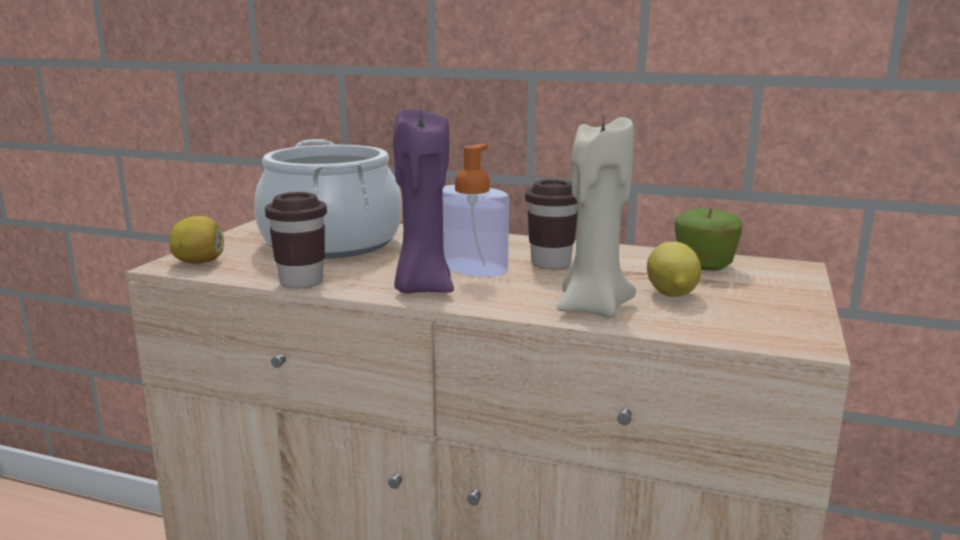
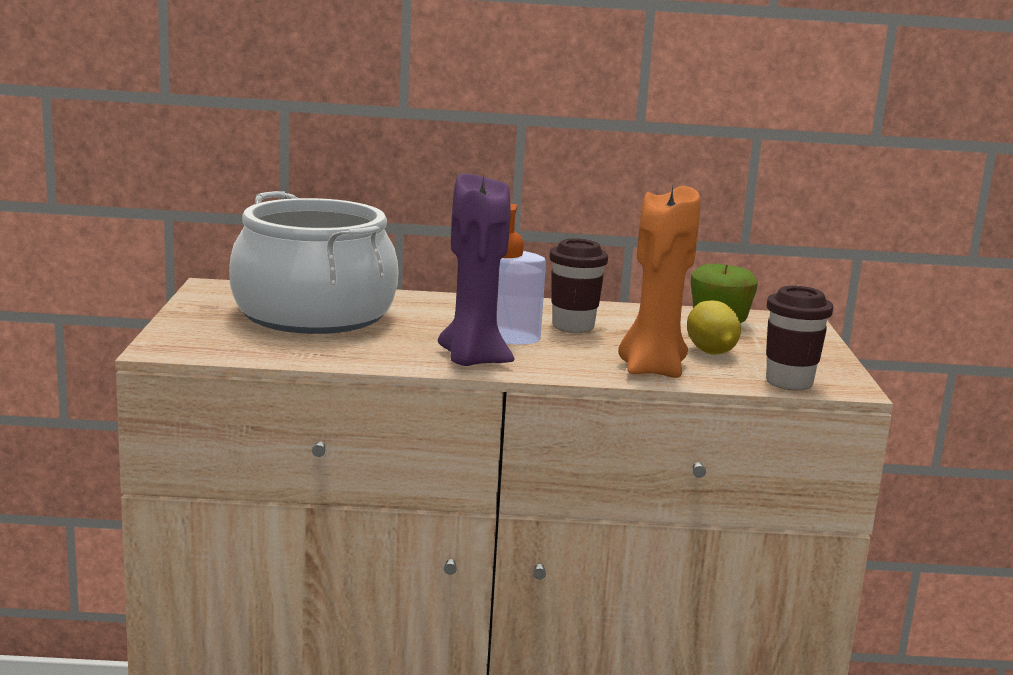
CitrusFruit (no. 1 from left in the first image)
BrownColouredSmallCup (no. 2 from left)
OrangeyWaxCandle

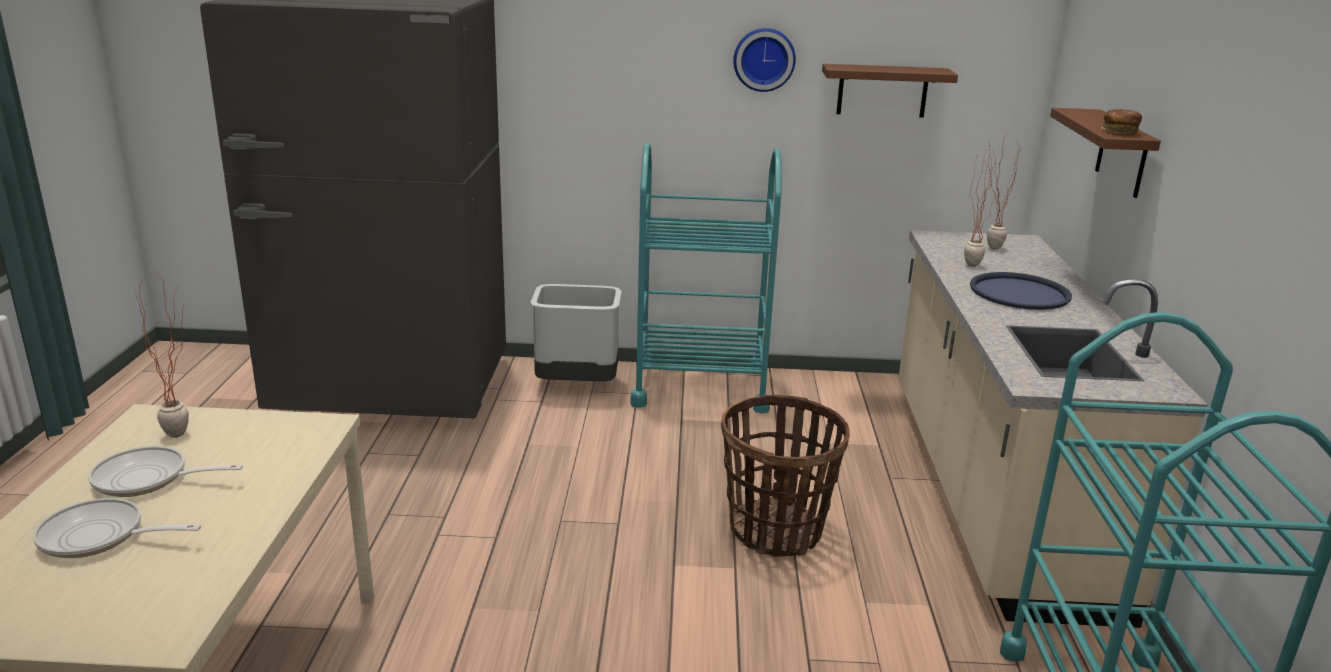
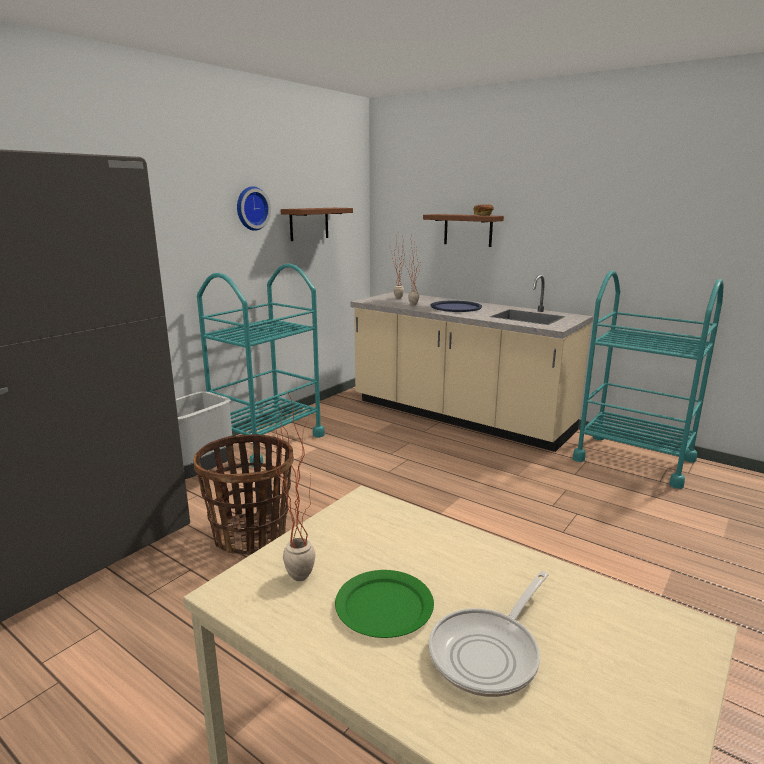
GreenishDinnerPlate
Basket

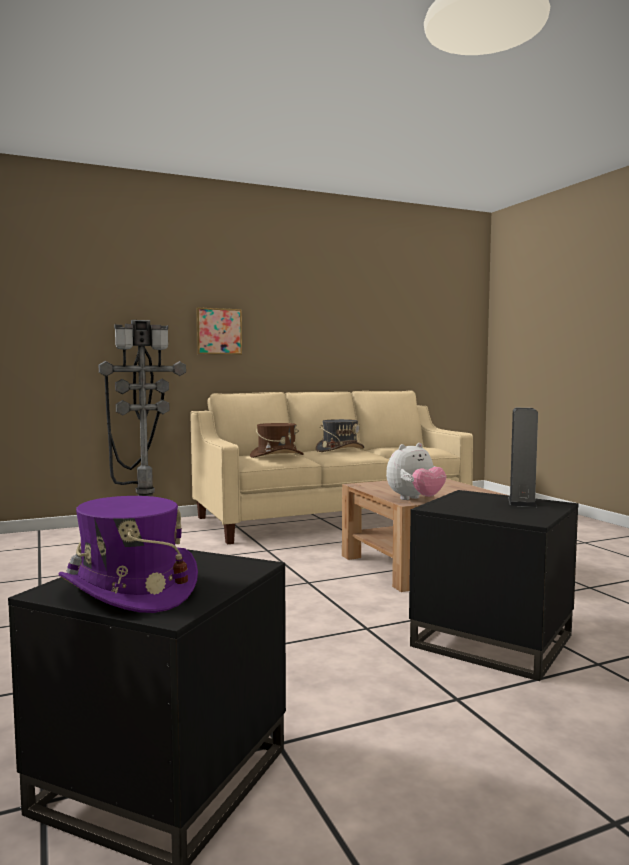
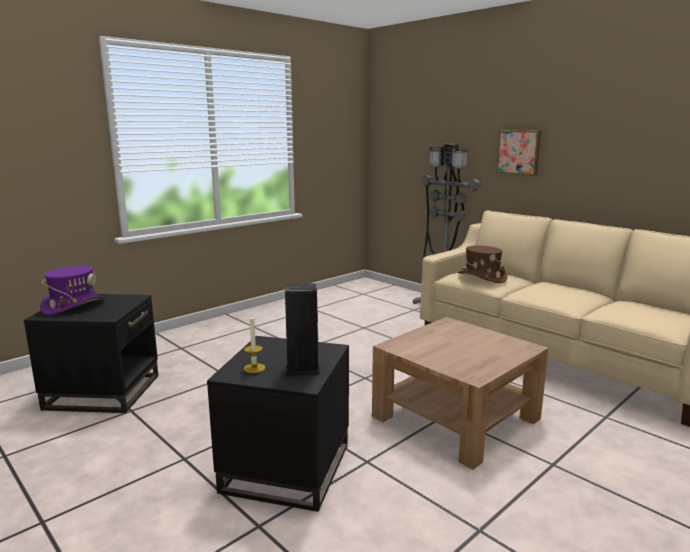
GrayClothingHat
SoftToy
WaxCandle

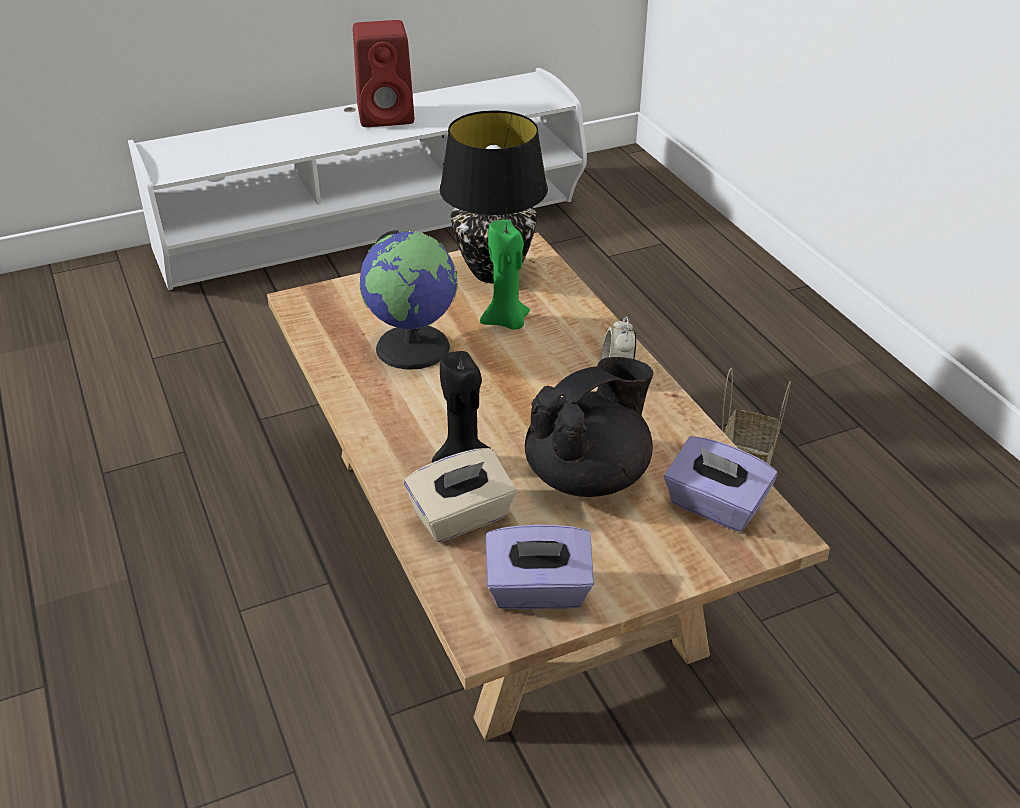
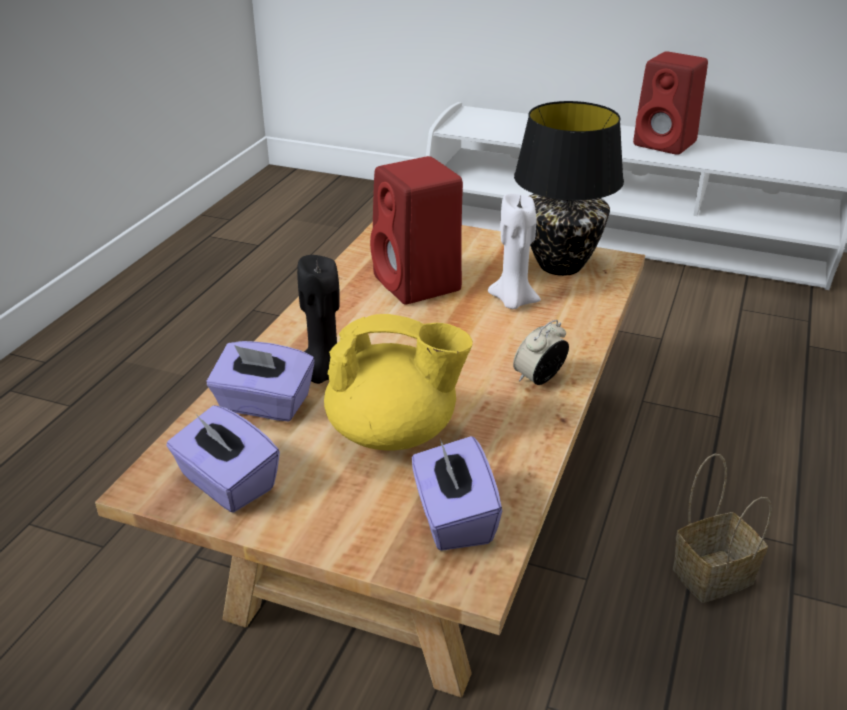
RedAudioSpeaker (no. 1 from left)
PurpleTissueBox (no. 2 from left)
WhiteColouredWaxCandle
YellowishTeaPot

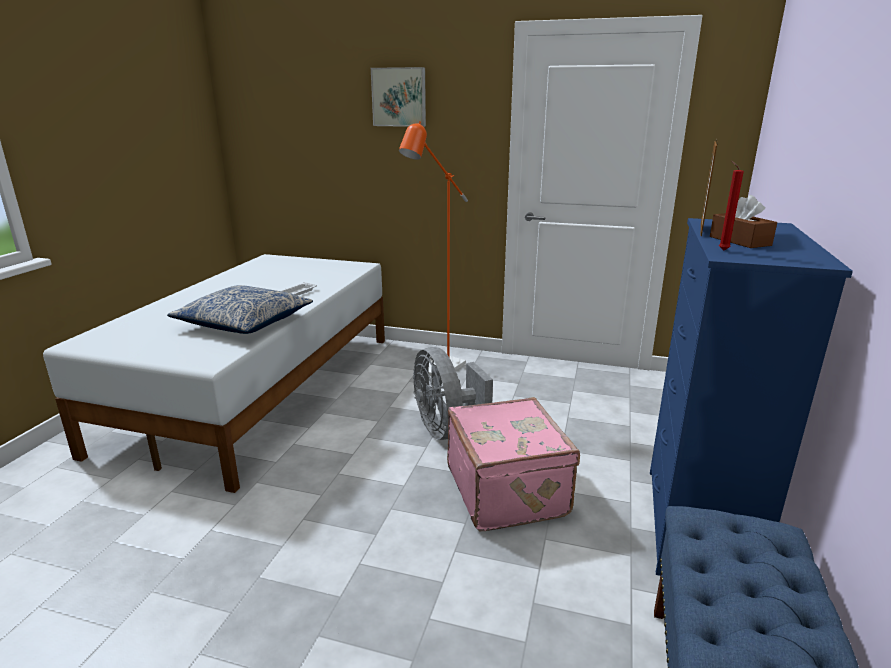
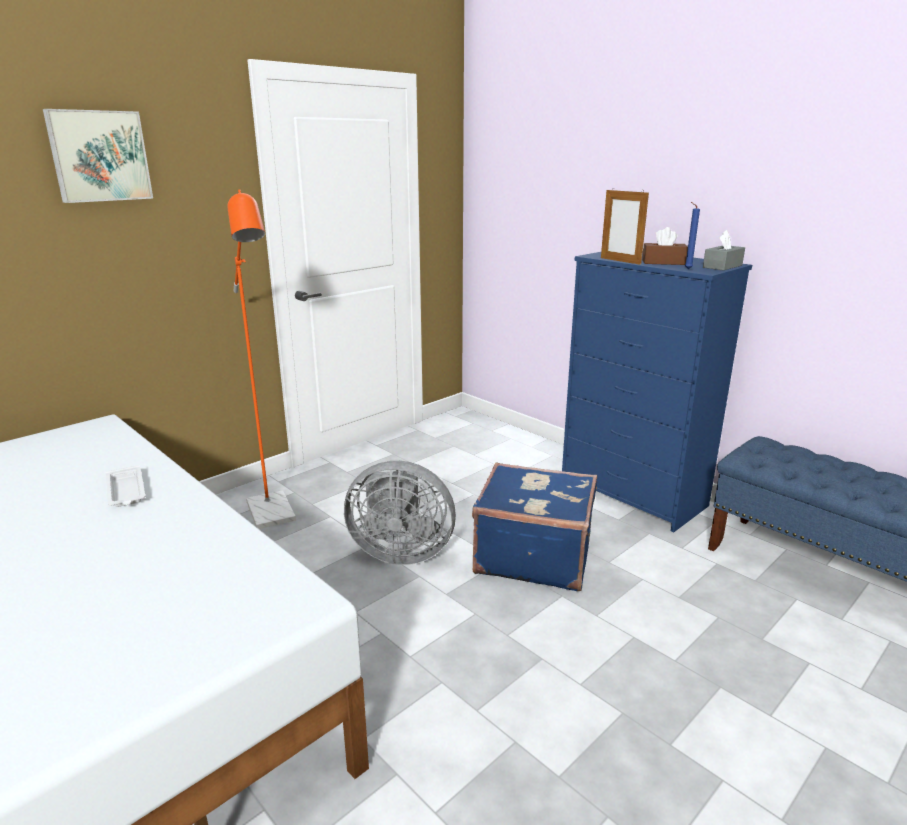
ThrowPillow
BluePieceOfLuggage
BlueWaxCandle
GrayTissueBox

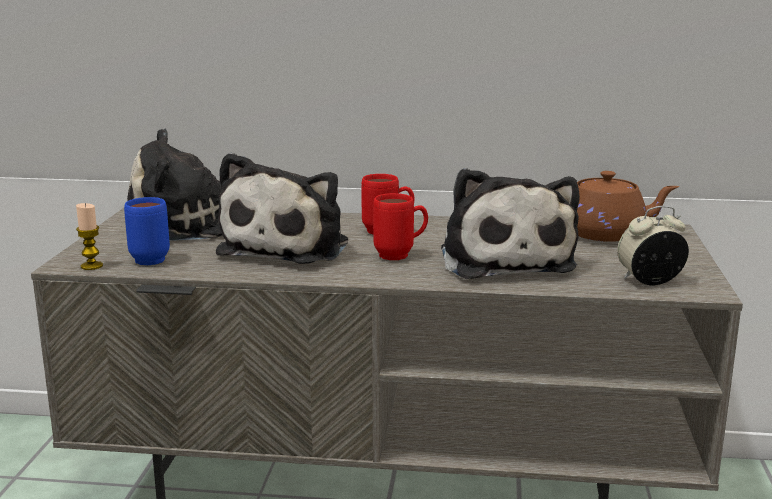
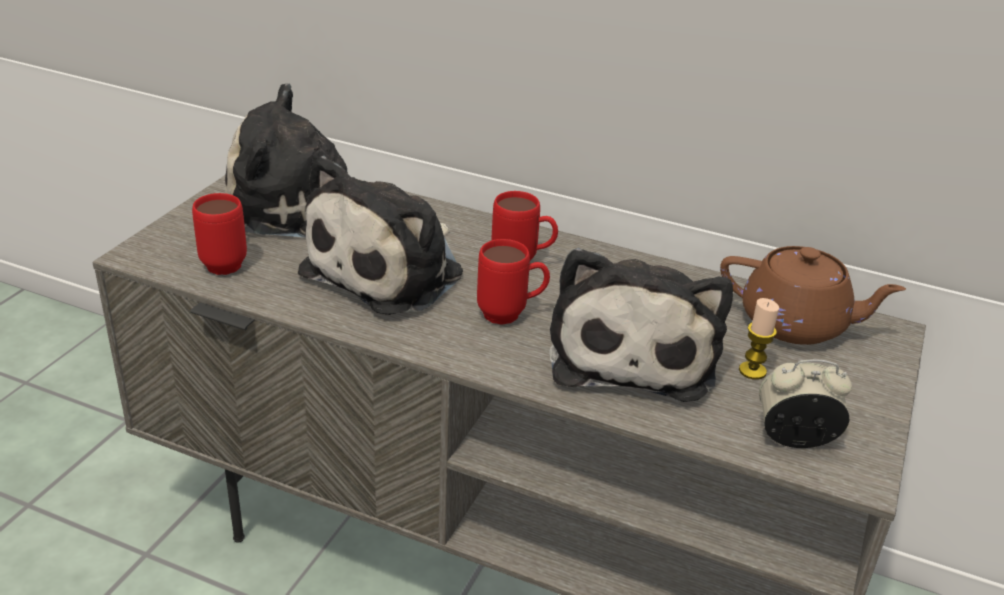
WaxCandle
RedCoffeeMug (no. 1 from left)

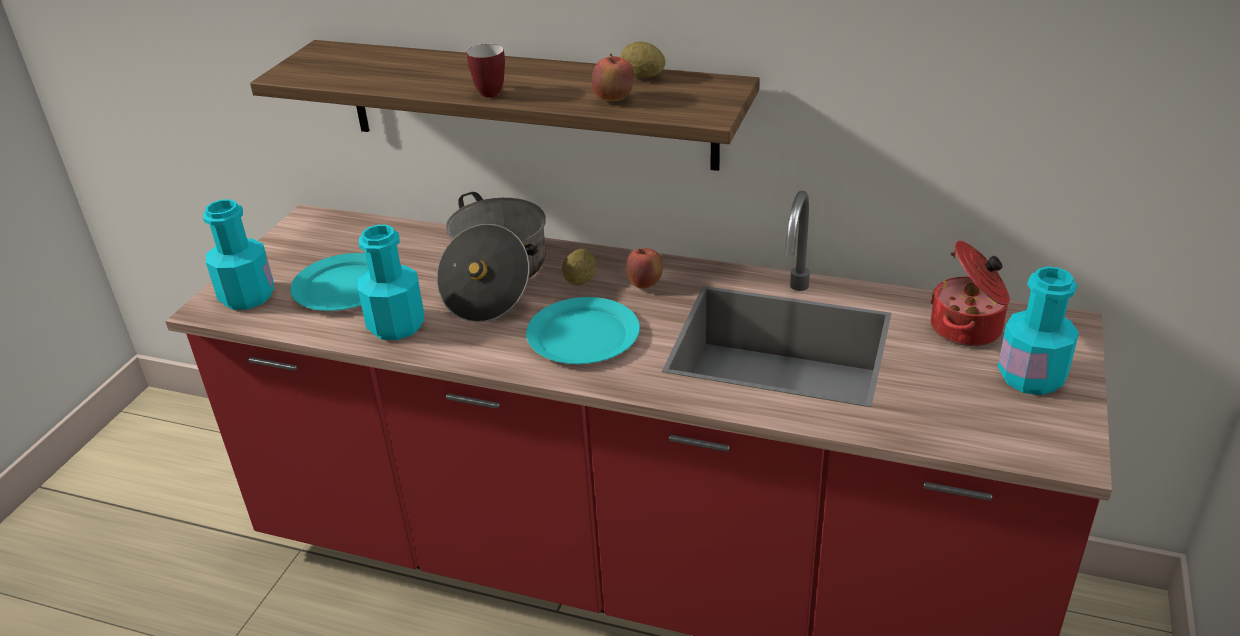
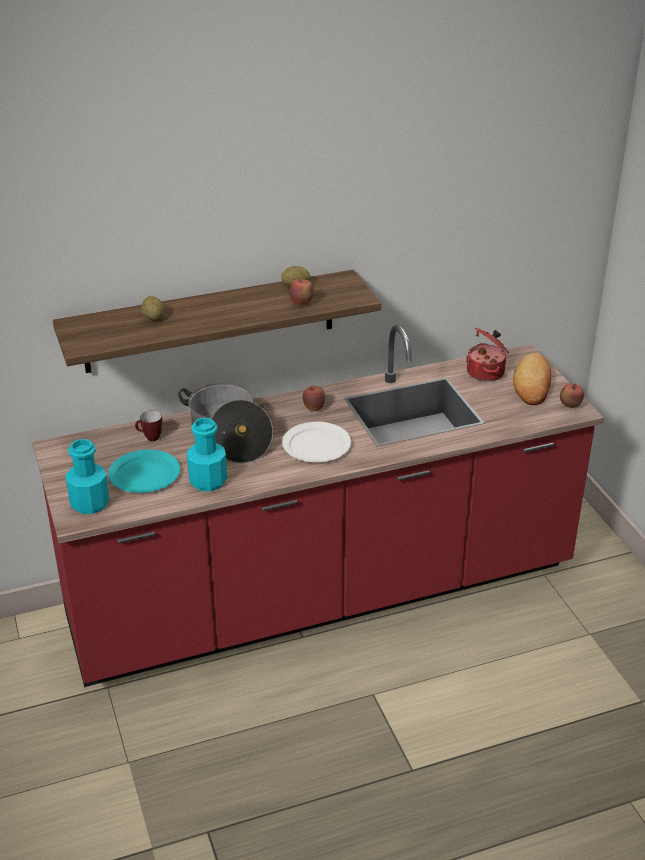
CoffeeMug
WhiteColouredDinnerPlate
Potato (no. 1 from left)
BakeryBread
Apple (no. 3 from left)

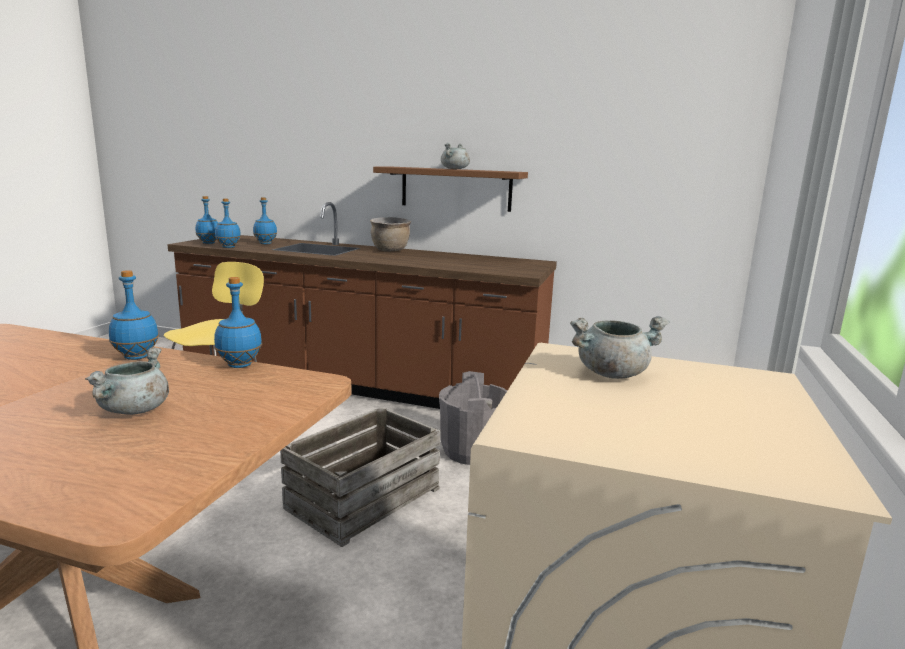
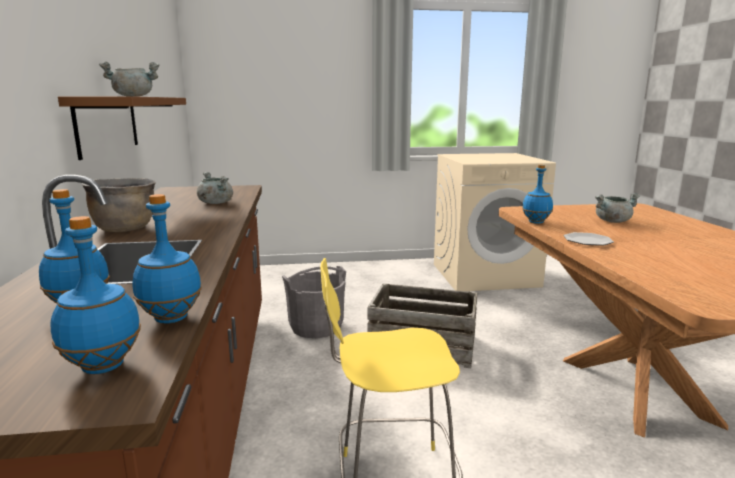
DinnerPlate
GraySaucepot (no. 2 from left)

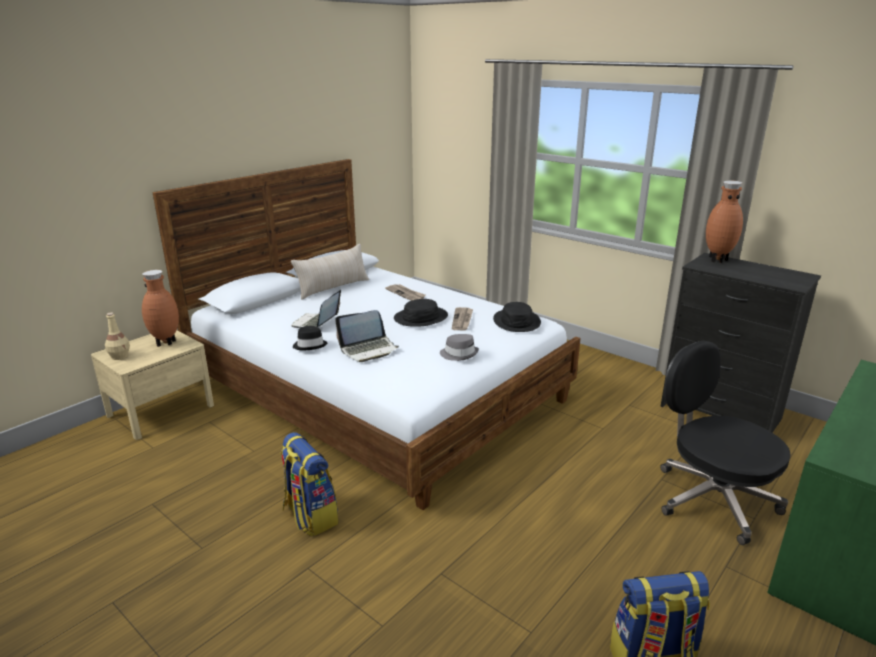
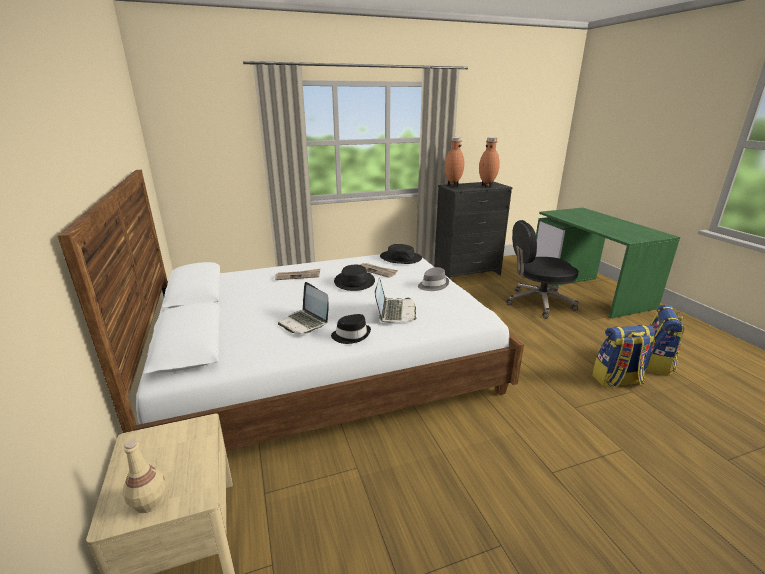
BrownColouredFlowerVase (no. 2 from left)
Knapsack (no. 1 from left)
BeigeColouredThrowPillow

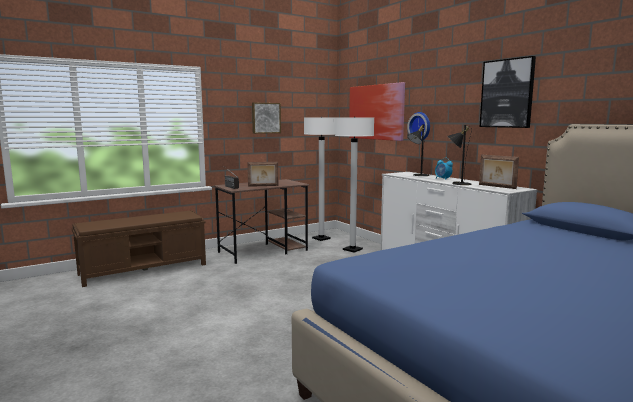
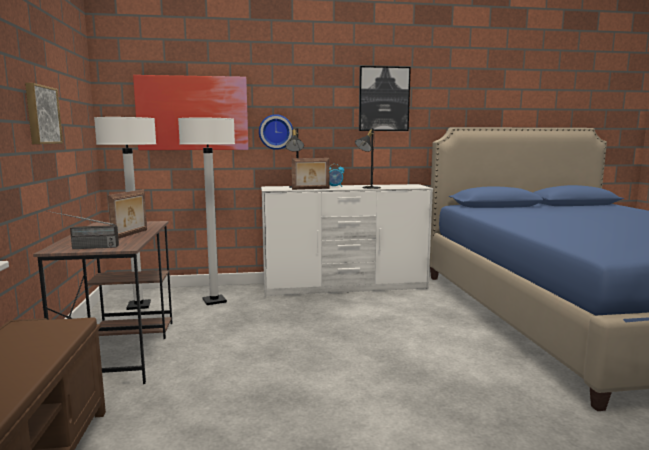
PictureFrame (no. 2 from left)

